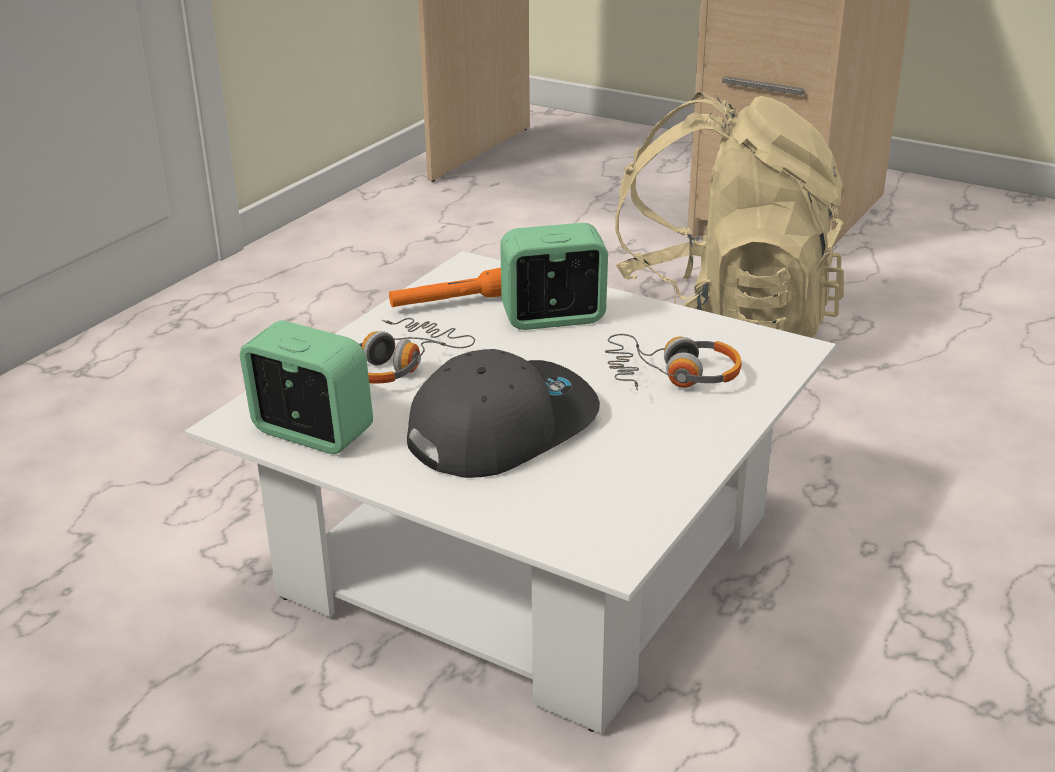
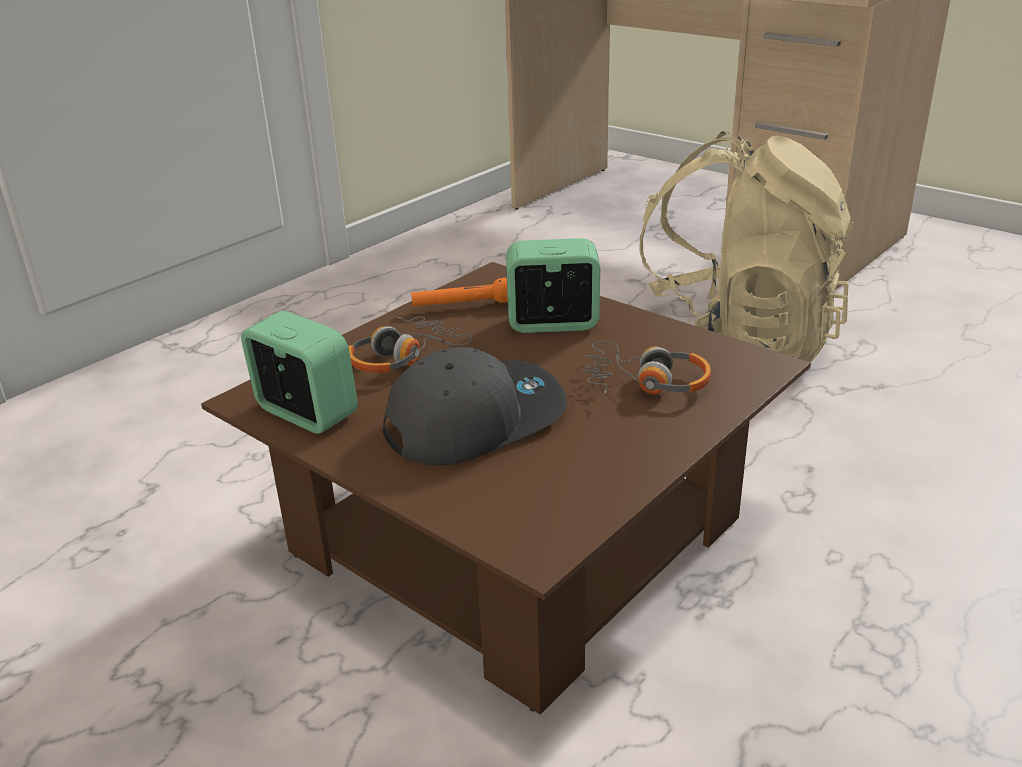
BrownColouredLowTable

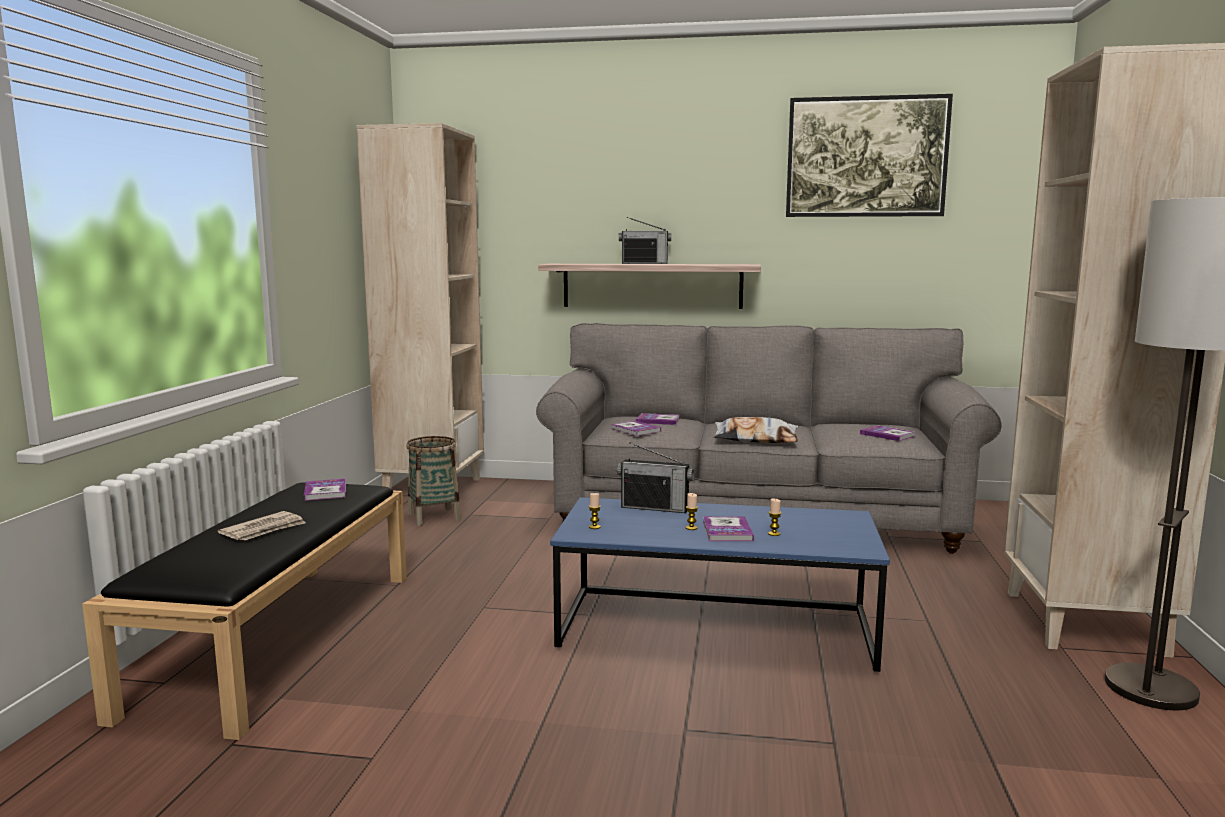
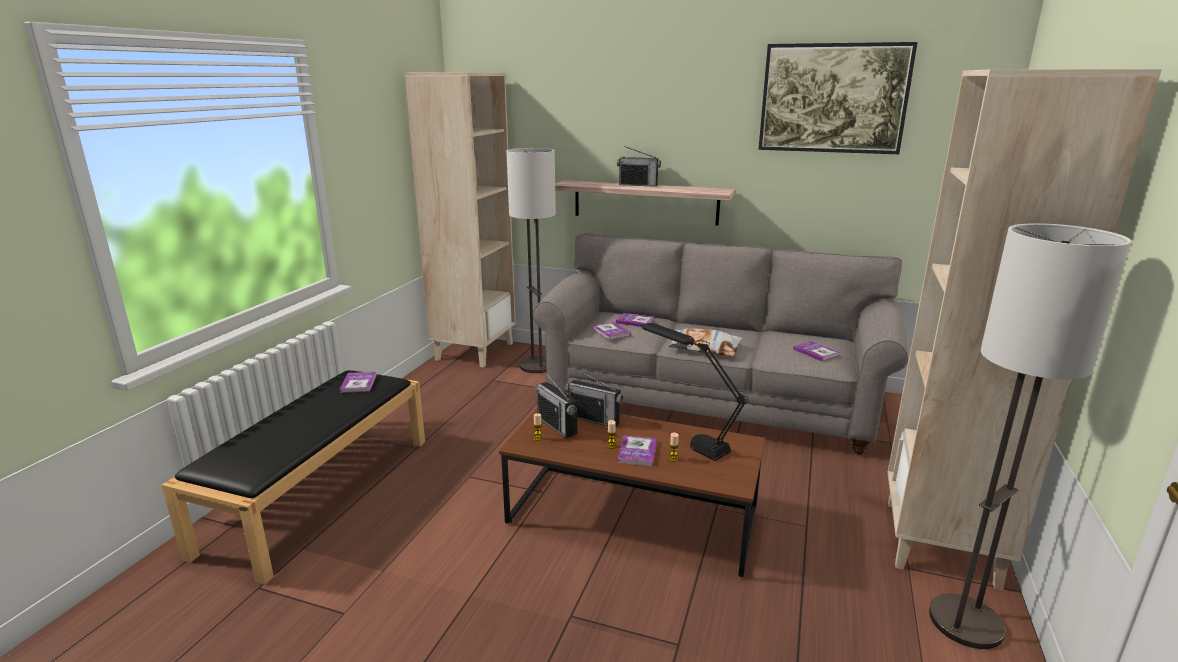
DailyPaper
Basket
BrownColouredLowTable
StandingLamp (no. 1 from left)
RadioReceiver (no. 1 from left)
BlackColouredTableLamp

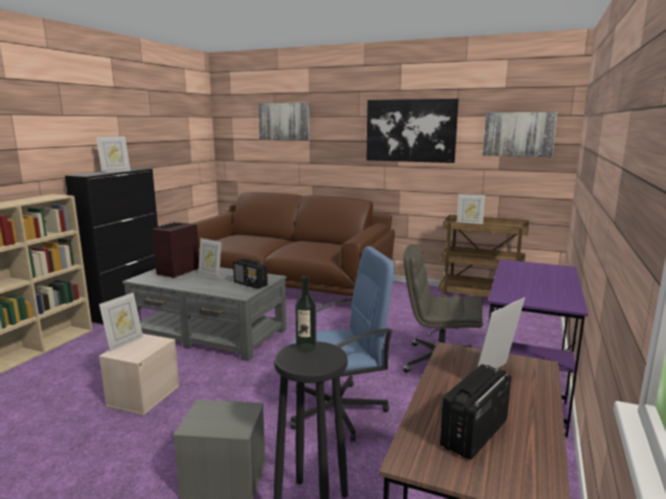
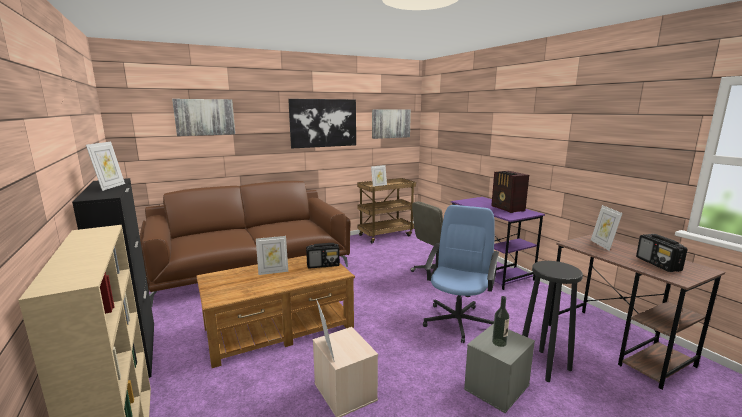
BrownColouredLowTable
RadioReceiver (no. 2 from left)
BeverageBottle

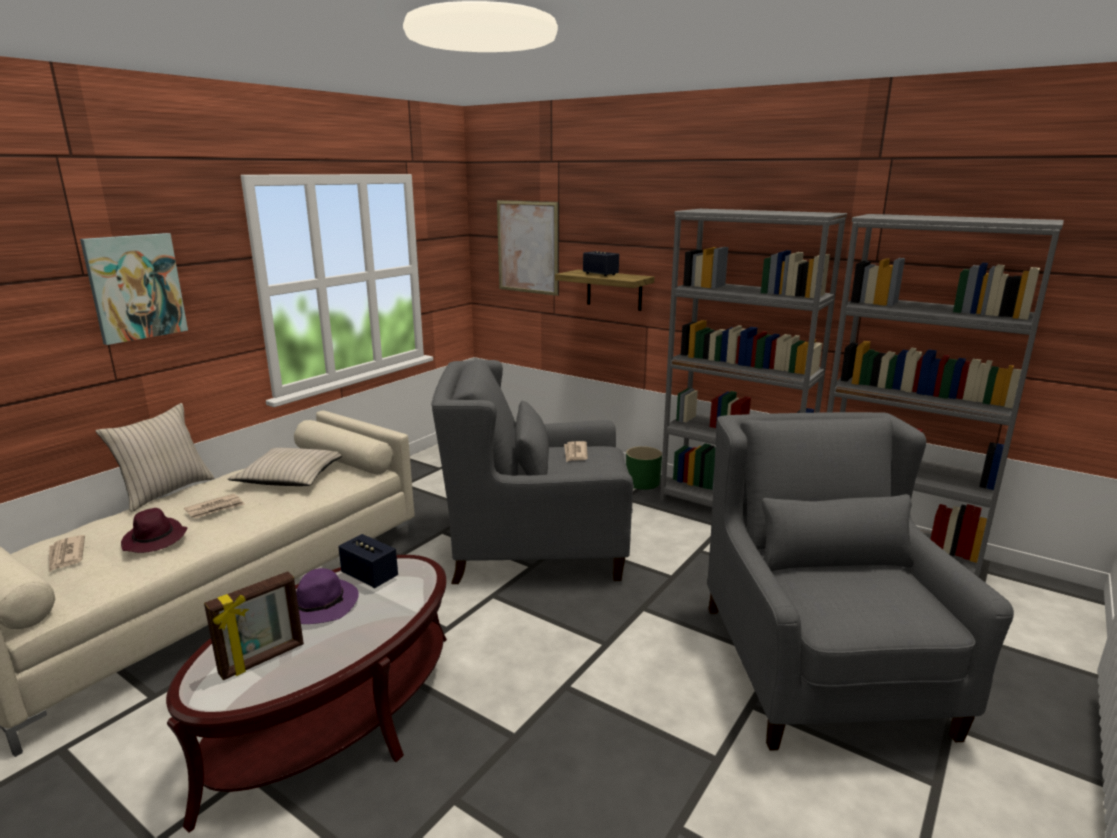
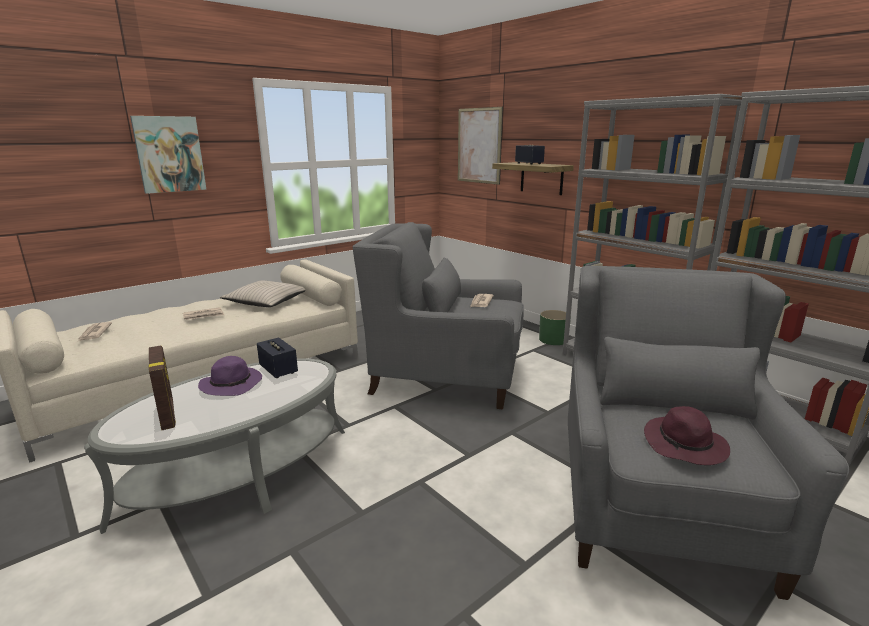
BeigeColouredThrowPillow (no. 1 from left in the first image)
PurpleClothingHat (no. 2 from left)
GrayLowTable
PictureFrame

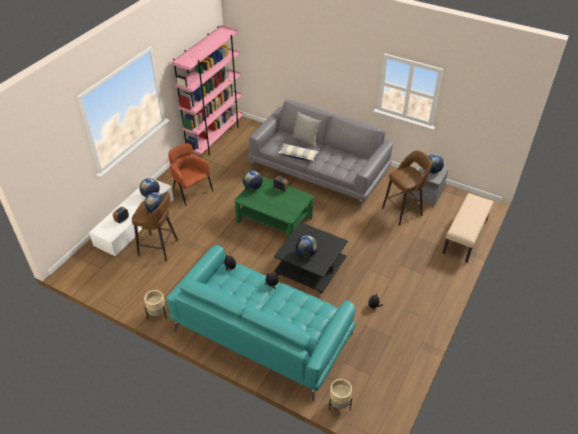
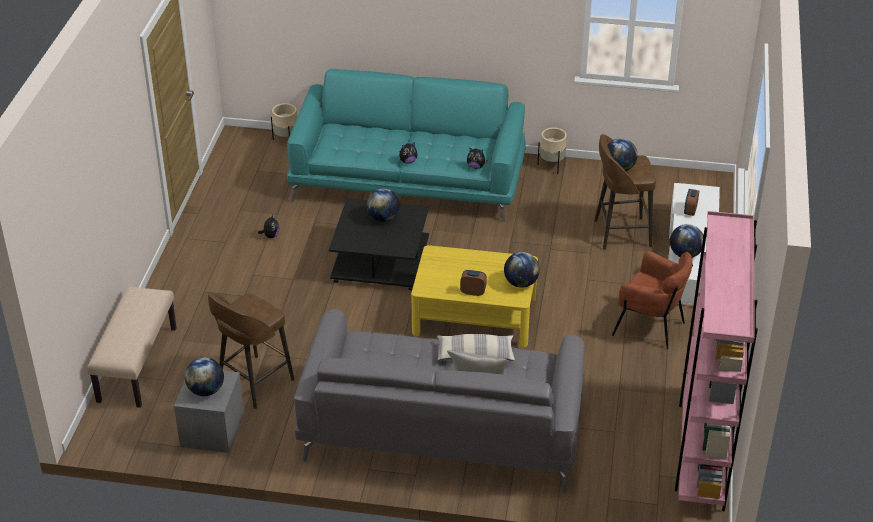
YellowishLowTable

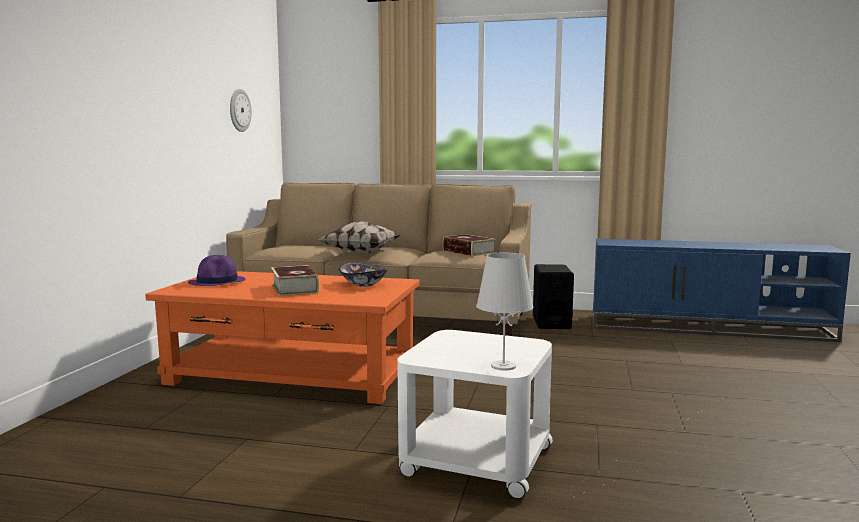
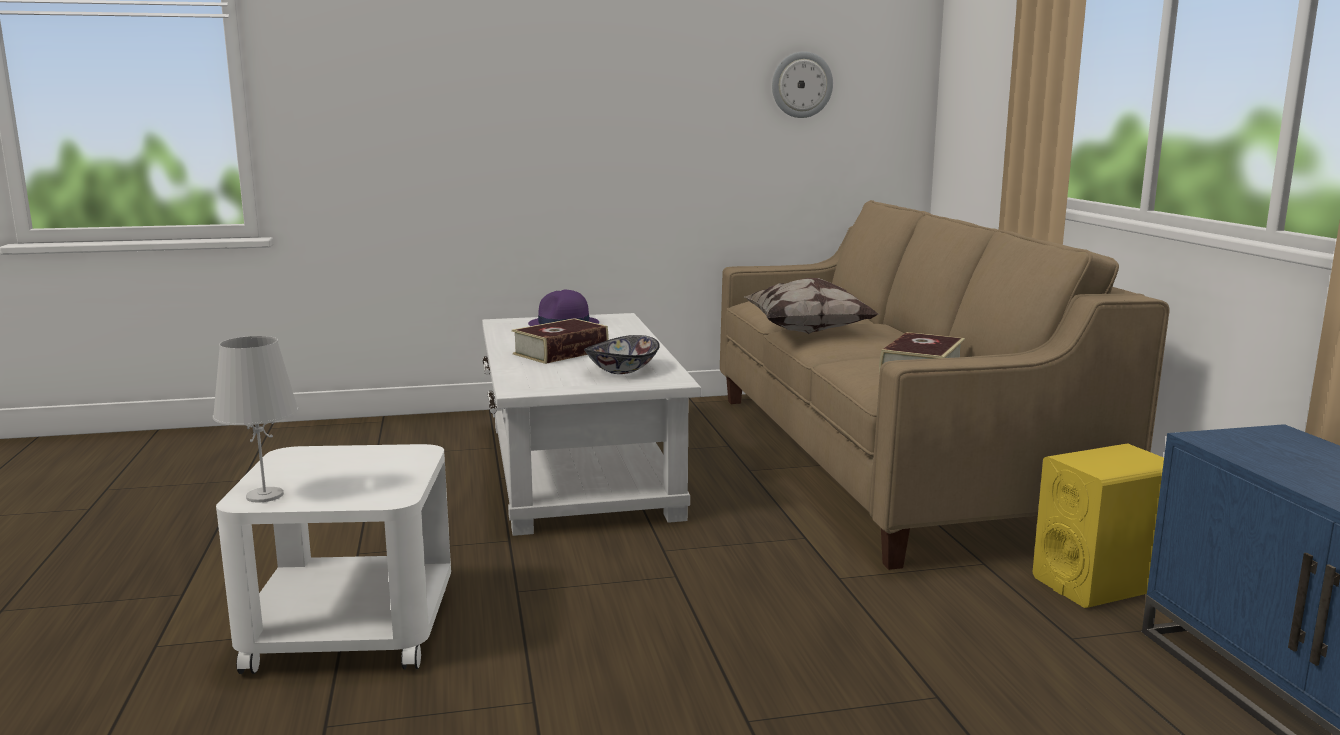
WhiteColouredLowTable
YellowishAudioSpeaker

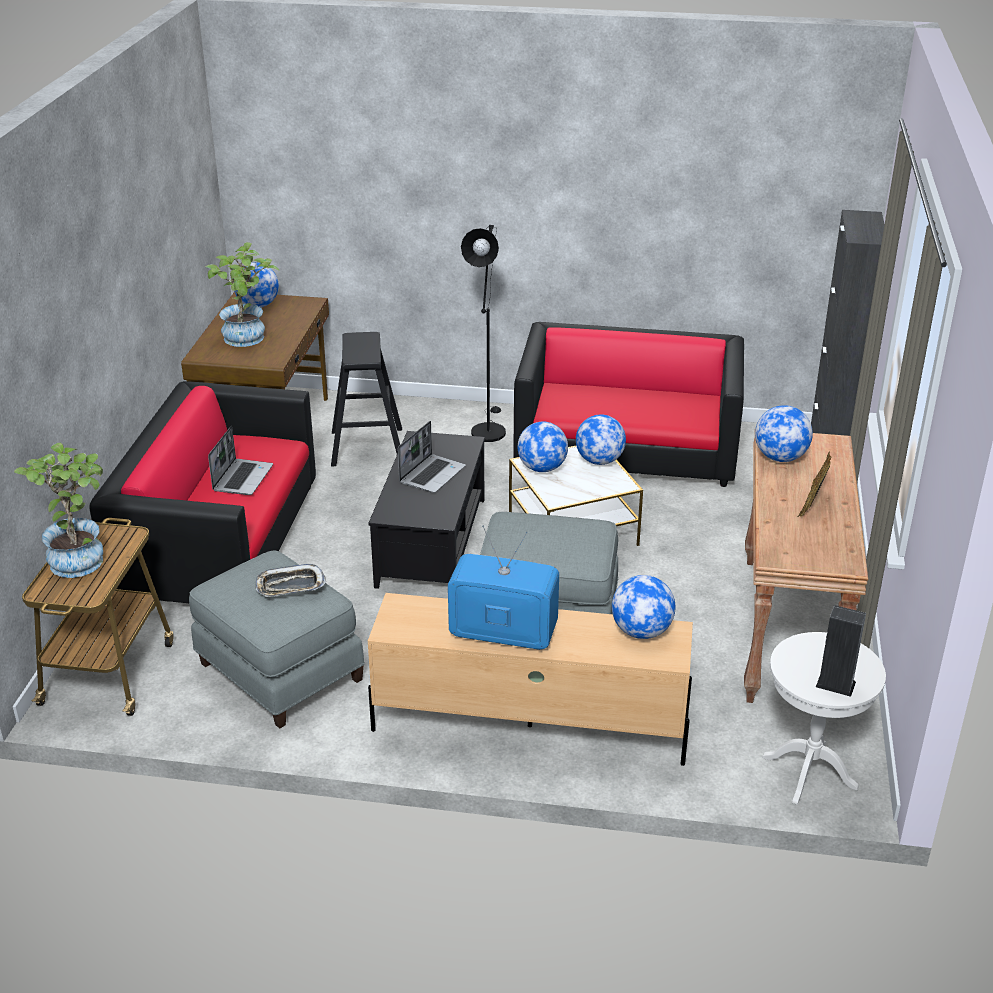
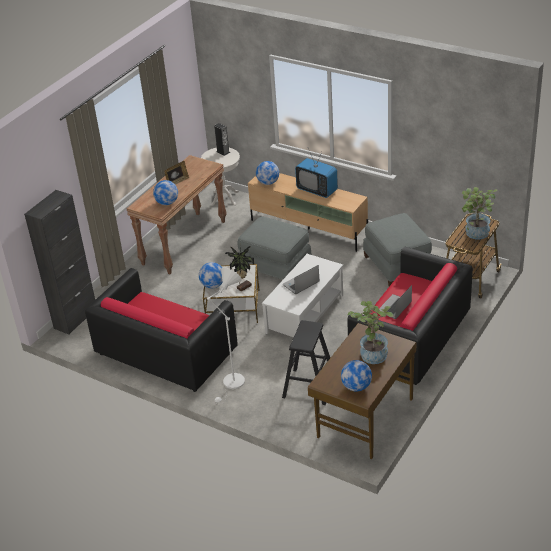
ServingTray
WhiteColouredLowTable
WhiteColouredStandingLamp
PottedPlant (no. 1 from left)

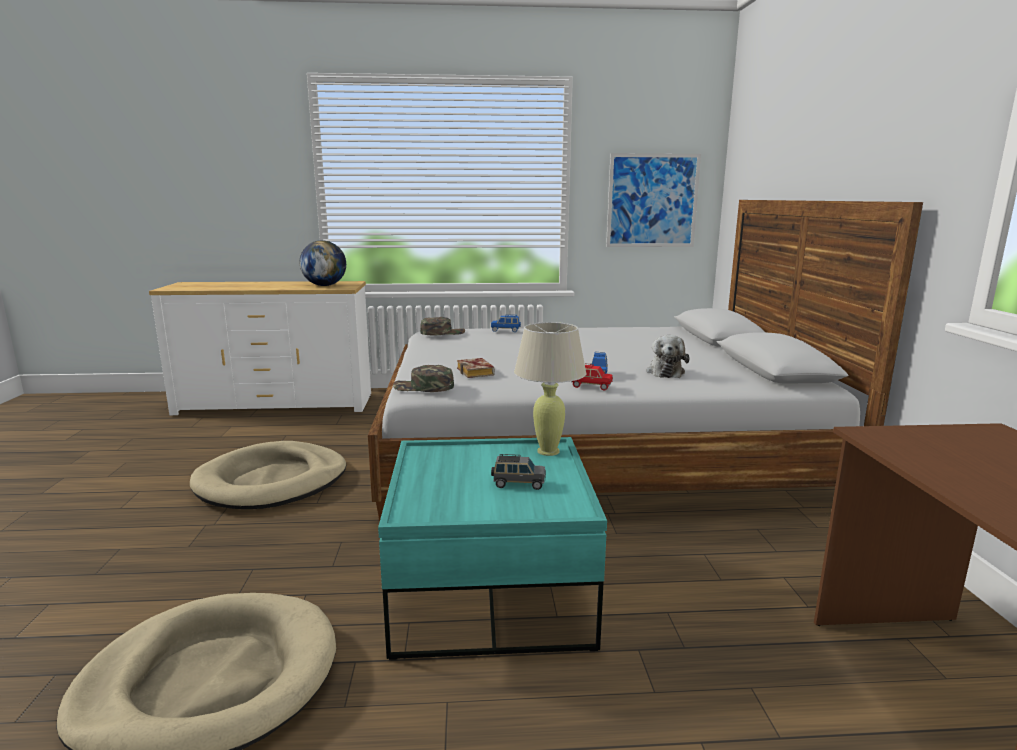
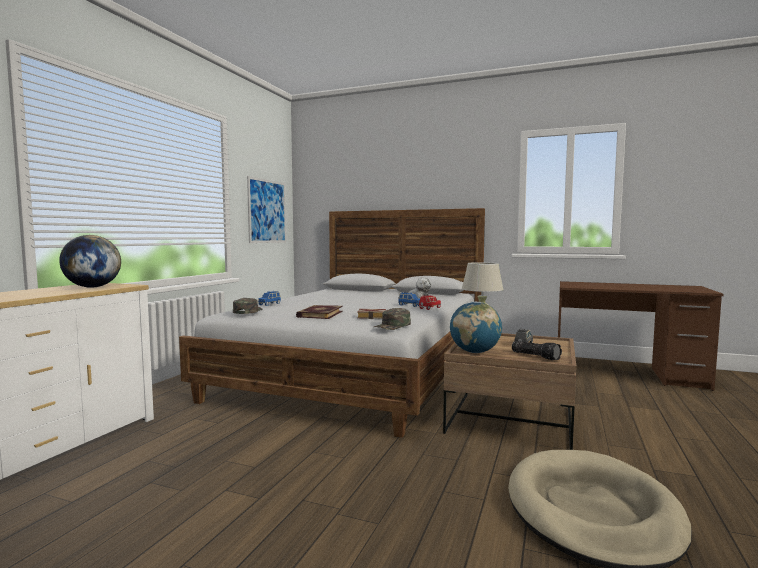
BeigeColouredDogCushion (no. 2 from left in the first image)
BrownColouredLowTable
BoundBook (no. 1 from left)
Globe (no. 2 from left)
Torch

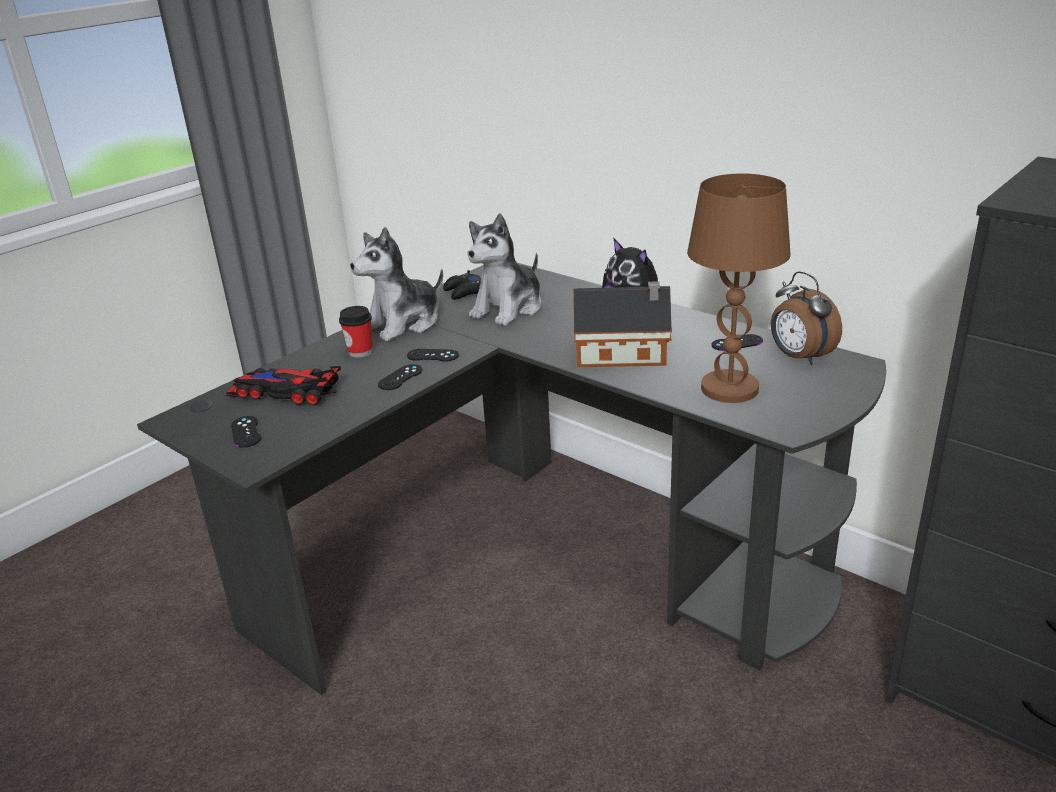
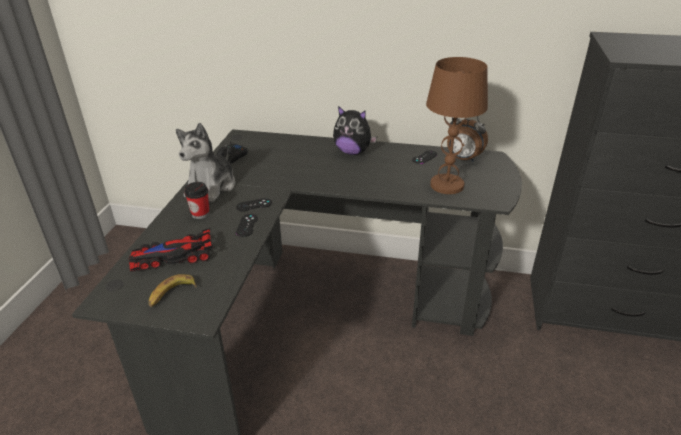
WholeBanana
SoftToy (no. 2 from left in the first image)
MiniatureHouse

